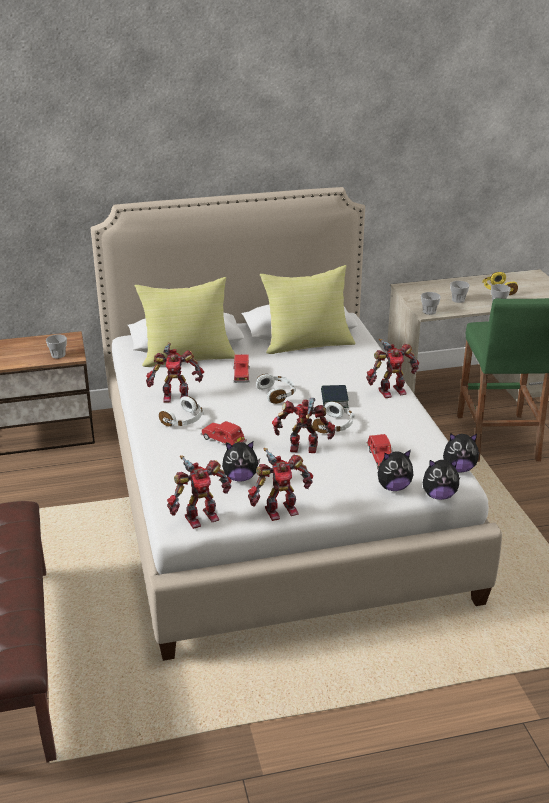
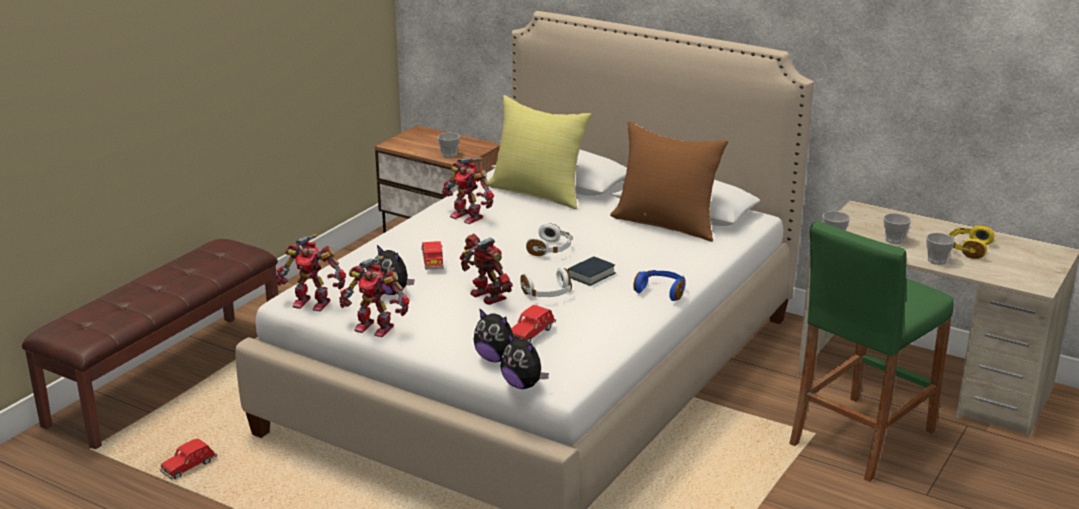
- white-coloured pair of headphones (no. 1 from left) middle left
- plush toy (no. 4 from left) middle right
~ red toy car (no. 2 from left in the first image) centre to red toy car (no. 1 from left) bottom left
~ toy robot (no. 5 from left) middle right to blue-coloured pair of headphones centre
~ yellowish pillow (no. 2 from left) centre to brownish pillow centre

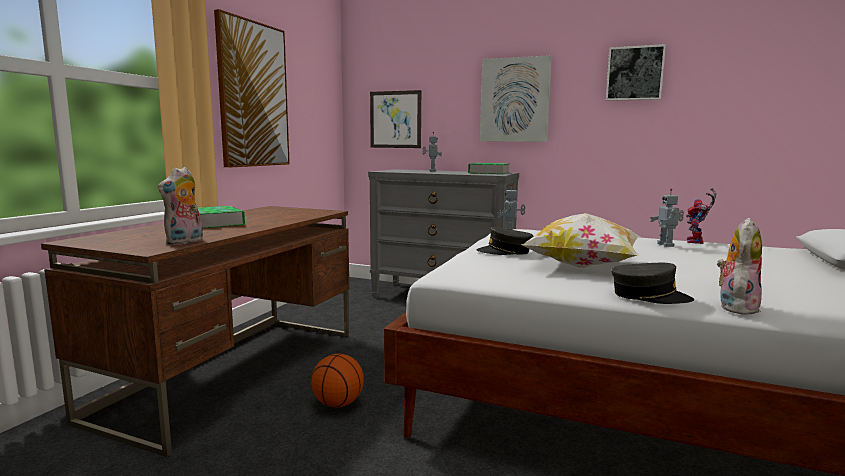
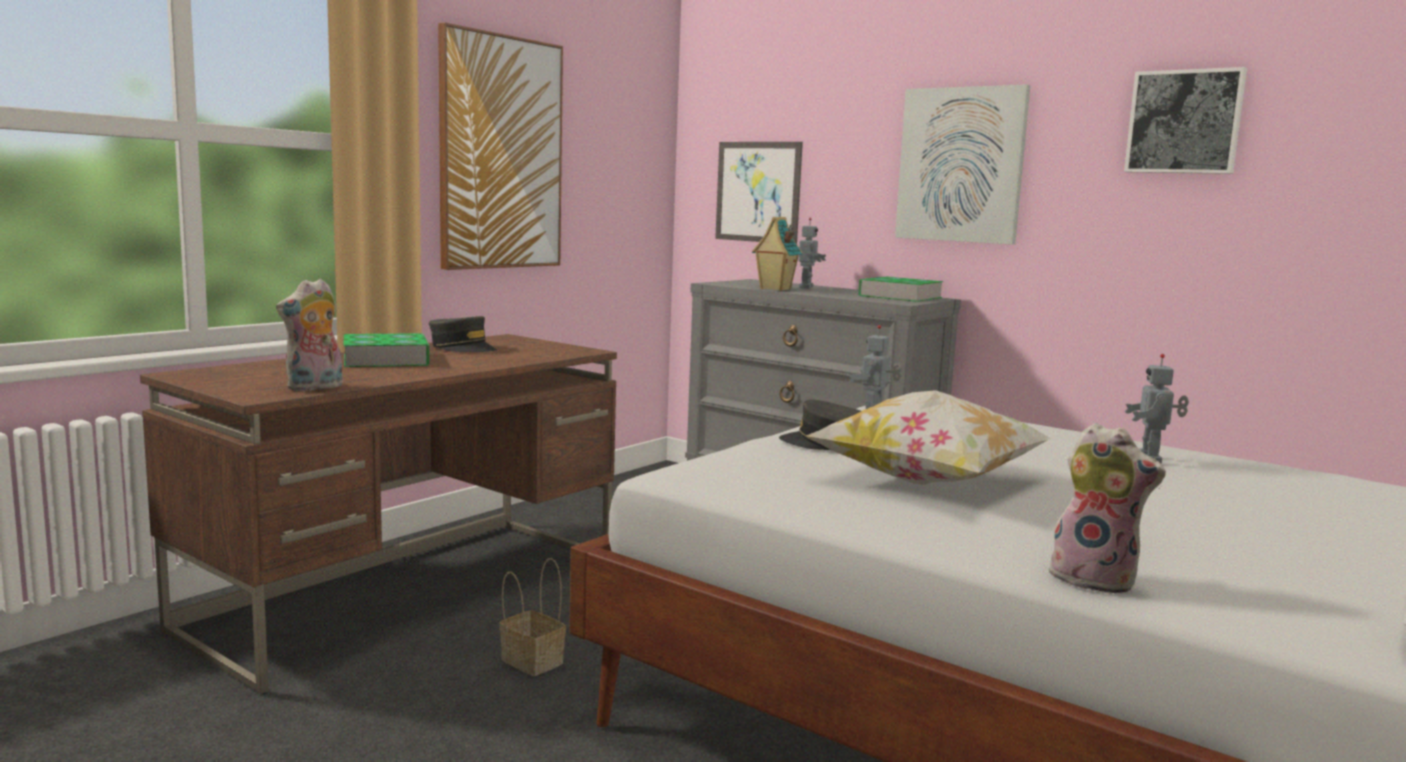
- toy robot (no. 4 from left) middle right
+ miniature house centre
~ grey cap (no. 2 from left in the first image) middle right to grey cap (no. 1 from left) middle left
~ basketball bottom centre to basket bottom centre
~ plush toy (no. 2 from left) middle right = bottom right 75 degrees clockwise

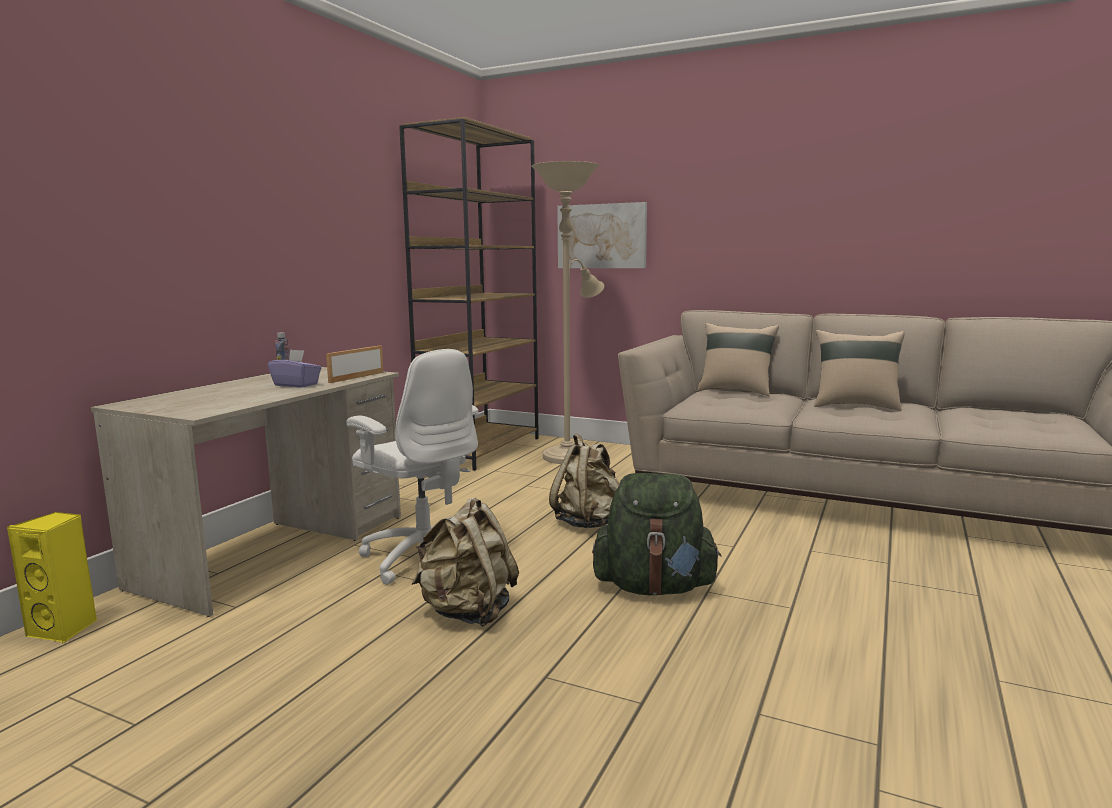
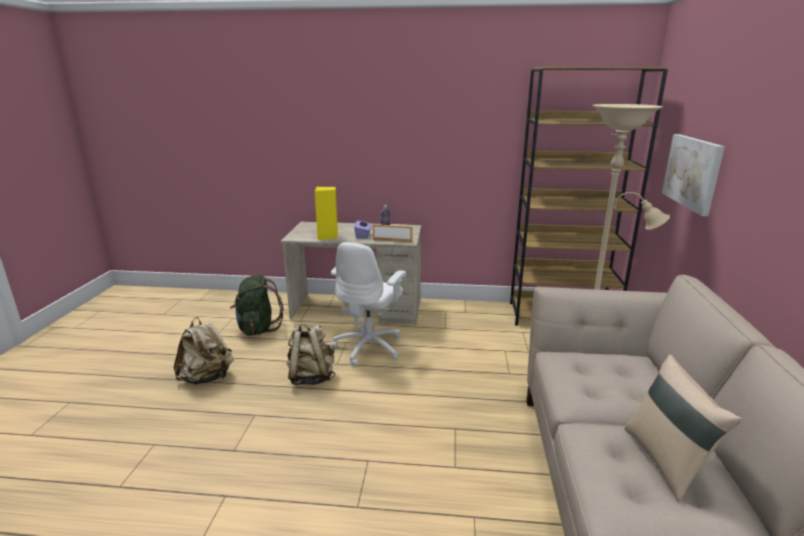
- sand-coloured pillow (no. 1 from left) centre
~ yellowish loudspeaker bottom left to centre
~ sand-coloured rucksack (no. 2 from left in the first image) centre to sand-coloured rucksack (no. 1 from left) middle left
~ green-coloured rucksack centre to middle left

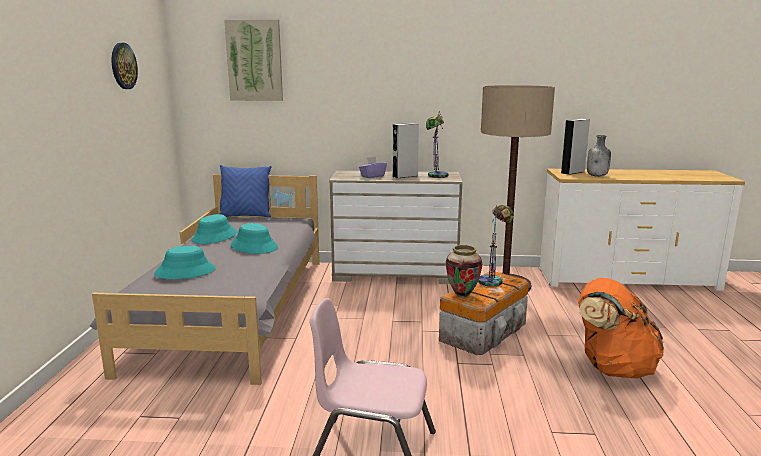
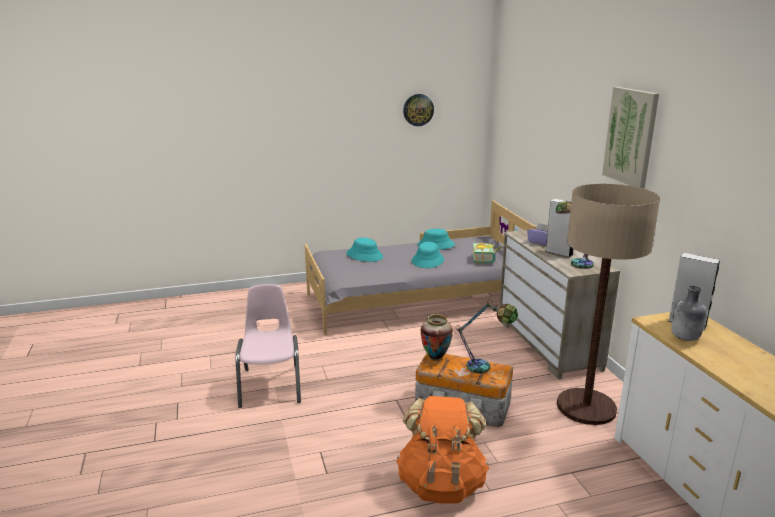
- blue-coloured pillow middle left
+ book centre
~ wall picture top left to top right

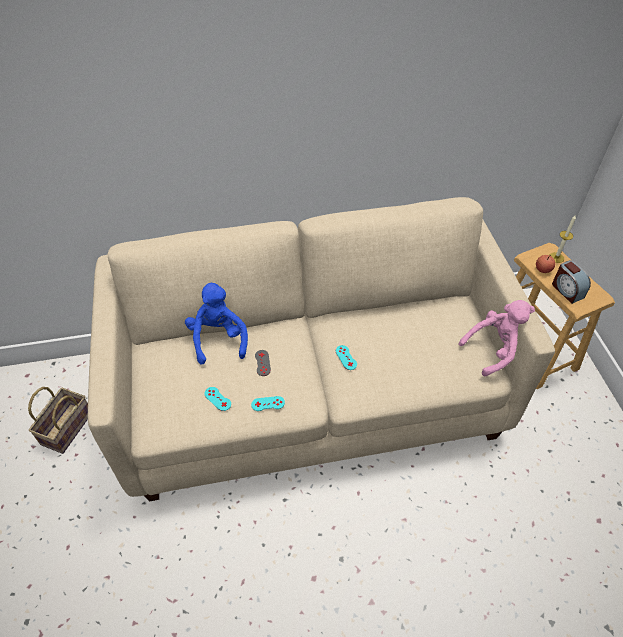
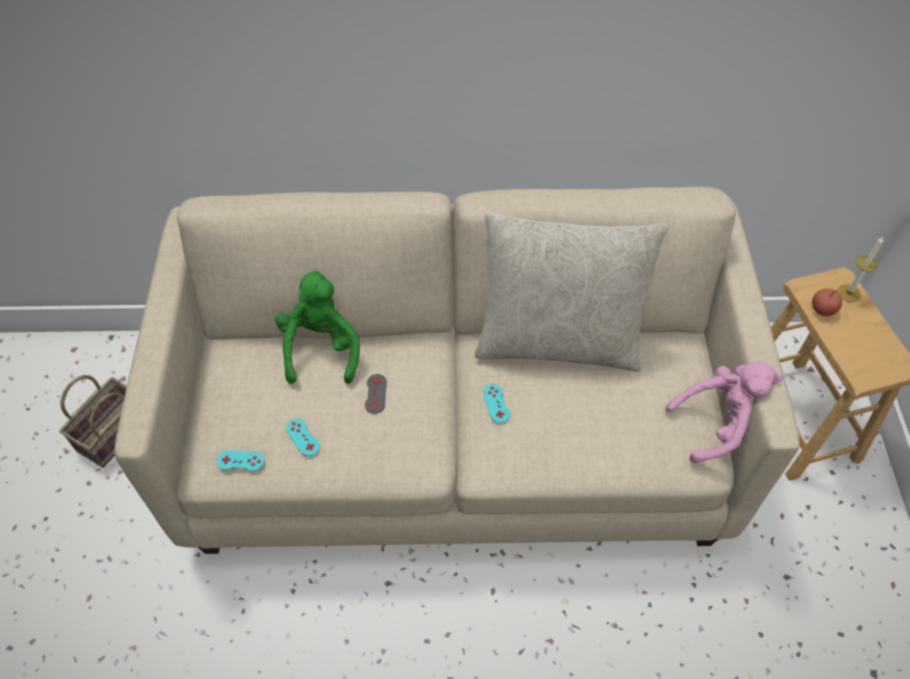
- alarm clock middle right
+ sand-coloured pillow centre
~ turquoise joypad (no. 2 from left in the first image) centre to turquoise joypad (no. 1 from left) bottom left
~ blue-coloured plush toy centre to green-coloured plush toy centre

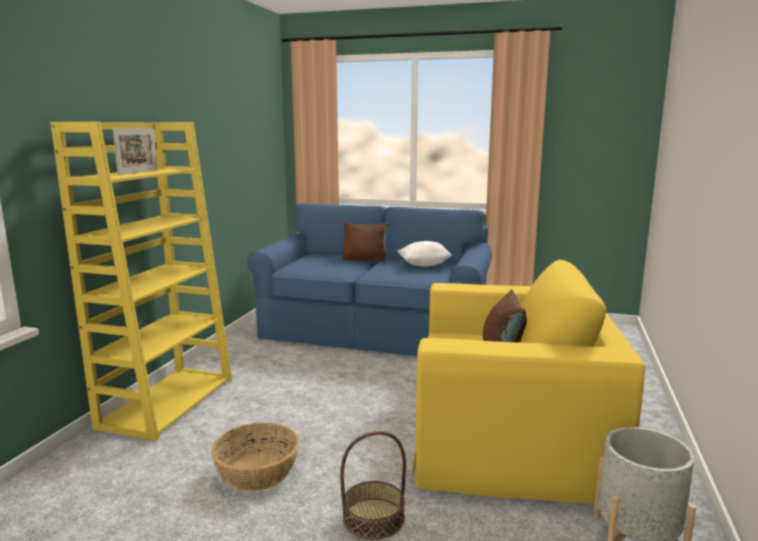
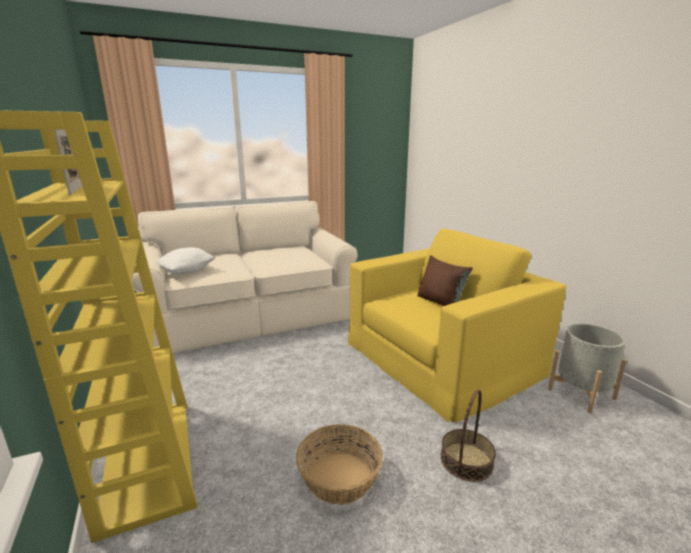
- brownish pillow (no. 1 from left) centre
~ white-coloured pillow centre to middle left
~ blue-coloured settee centre to sand-coloured settee centre

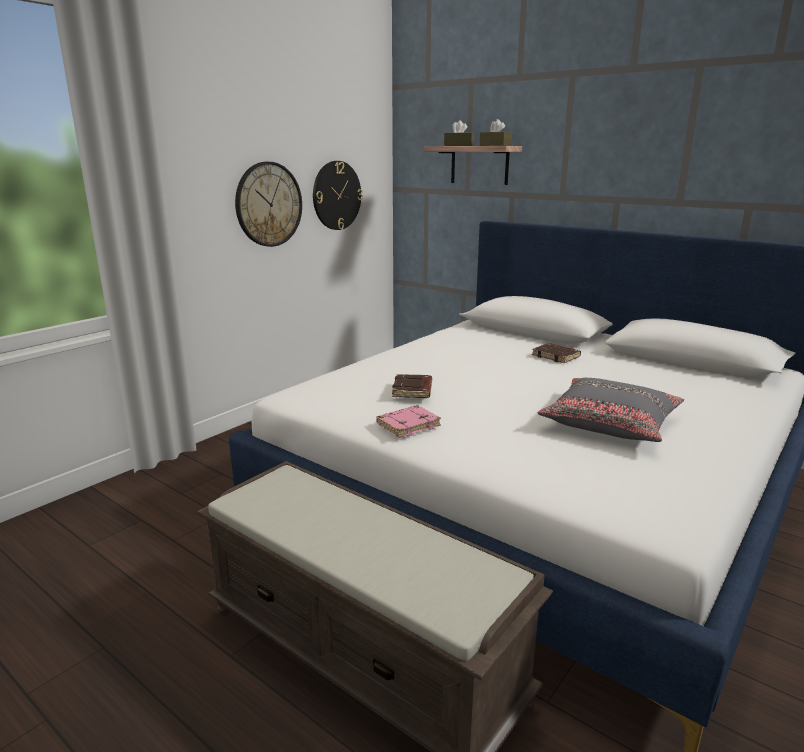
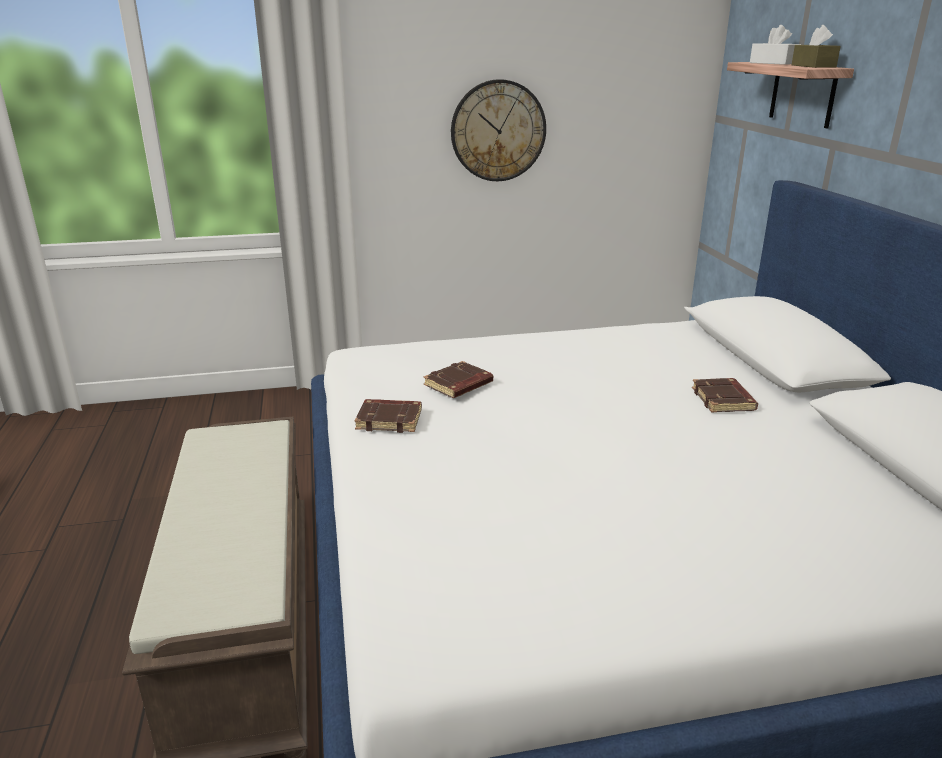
- wall clock (no. 2 from left) top centre
- grey pillow middle right
~ pinkish book centre to brownish book (no. 1 from left) centre
~ brownish box of tissues (no. 1 from left) top centre to white-coloured box of tissues top right

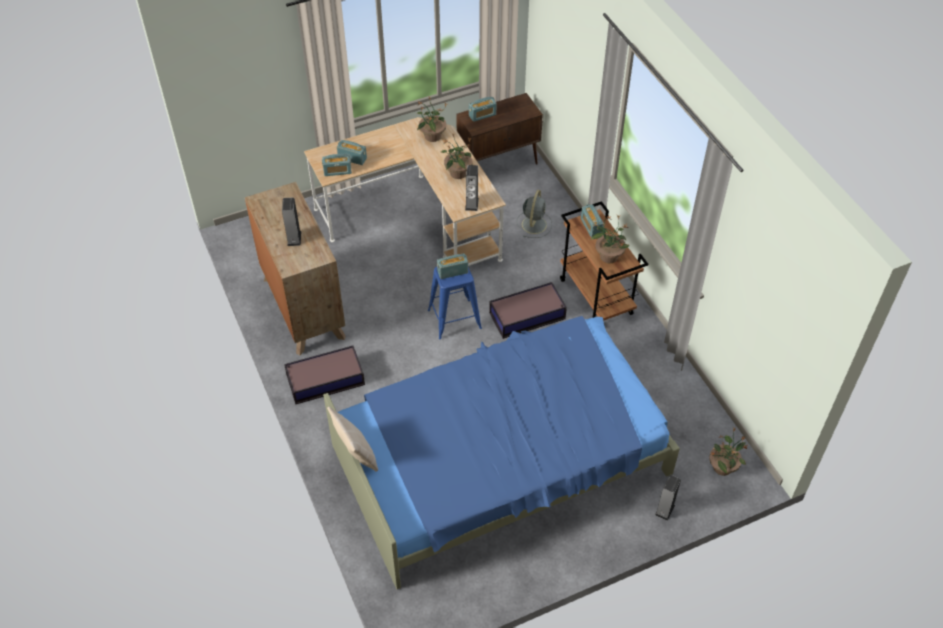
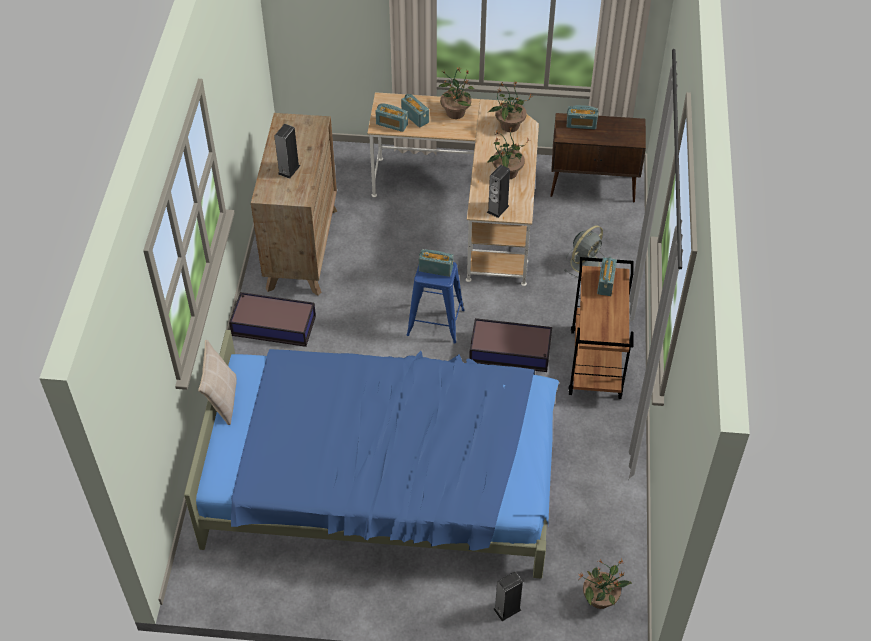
~ houseplant (no. 3 from left in the first image) centre to houseplant (no. 1 from left) top centre

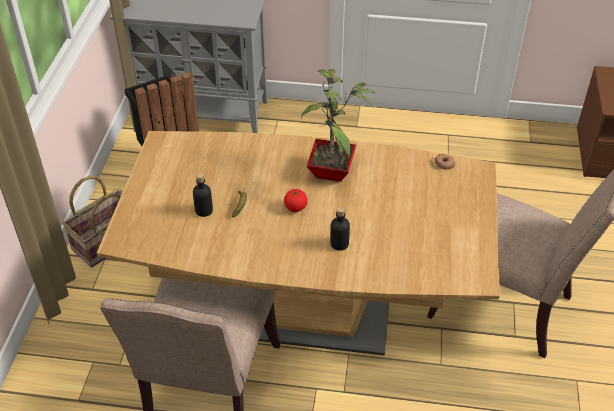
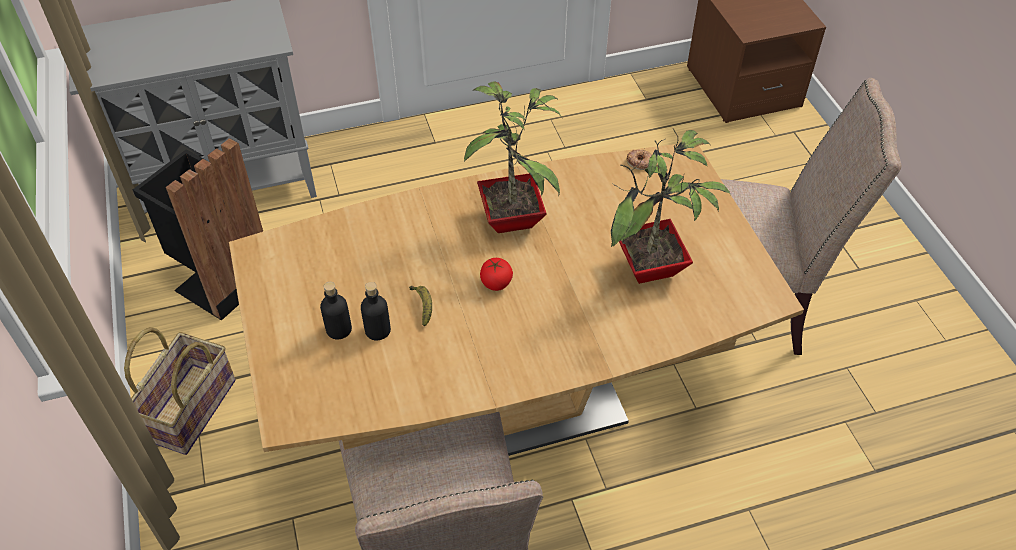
+ houseplant (no. 2 from left) centre
~ black-coloured bottle (no. 2 from left in the first image) centre to black-coloured bottle (no. 1 from left) middle left

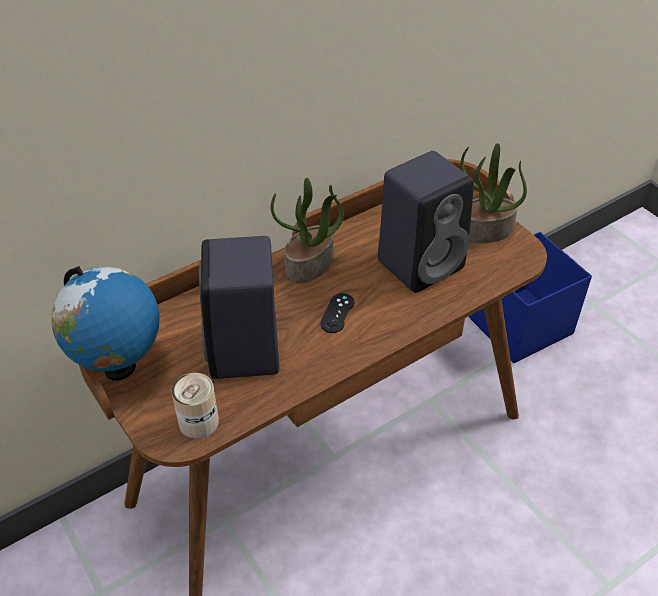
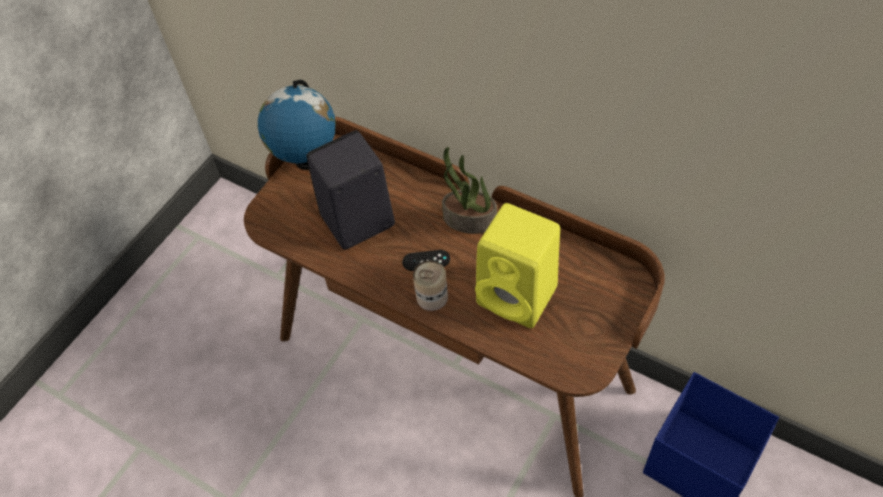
- houseplant (no. 2 from left) top right
~ can bottom left to centre
~ black-coloured loudspeaker (no. 2 from left) centre to yellowish loudspeaker centre

